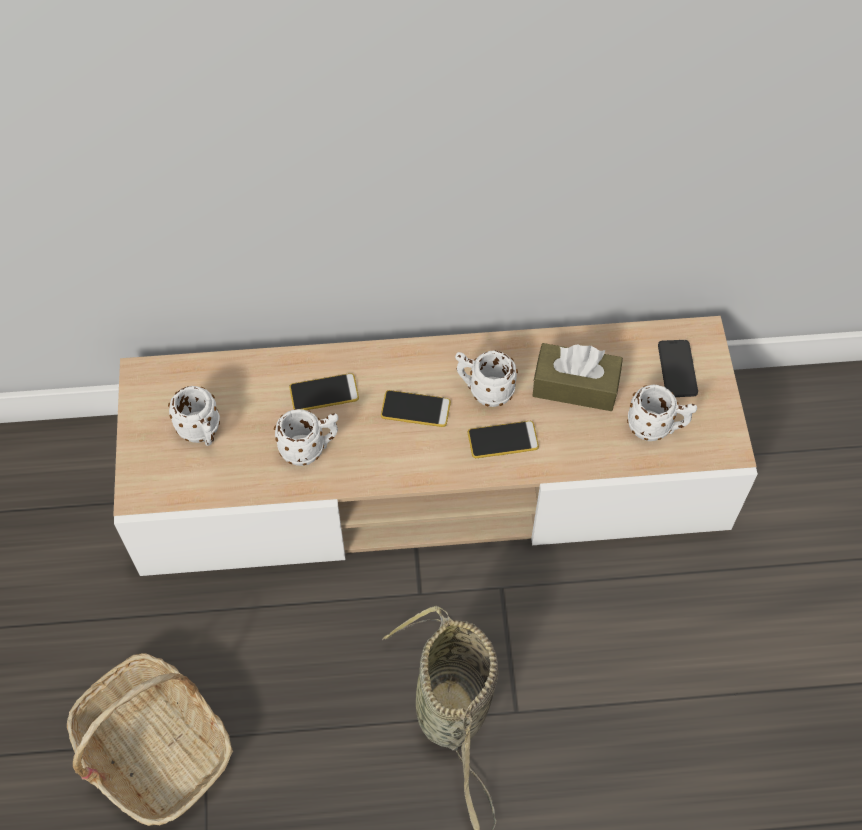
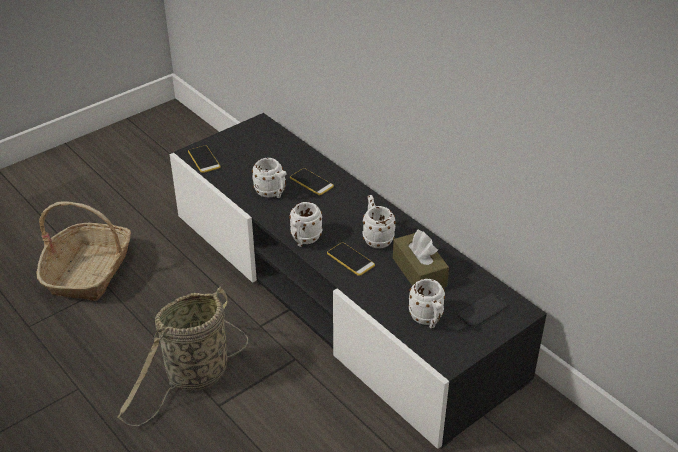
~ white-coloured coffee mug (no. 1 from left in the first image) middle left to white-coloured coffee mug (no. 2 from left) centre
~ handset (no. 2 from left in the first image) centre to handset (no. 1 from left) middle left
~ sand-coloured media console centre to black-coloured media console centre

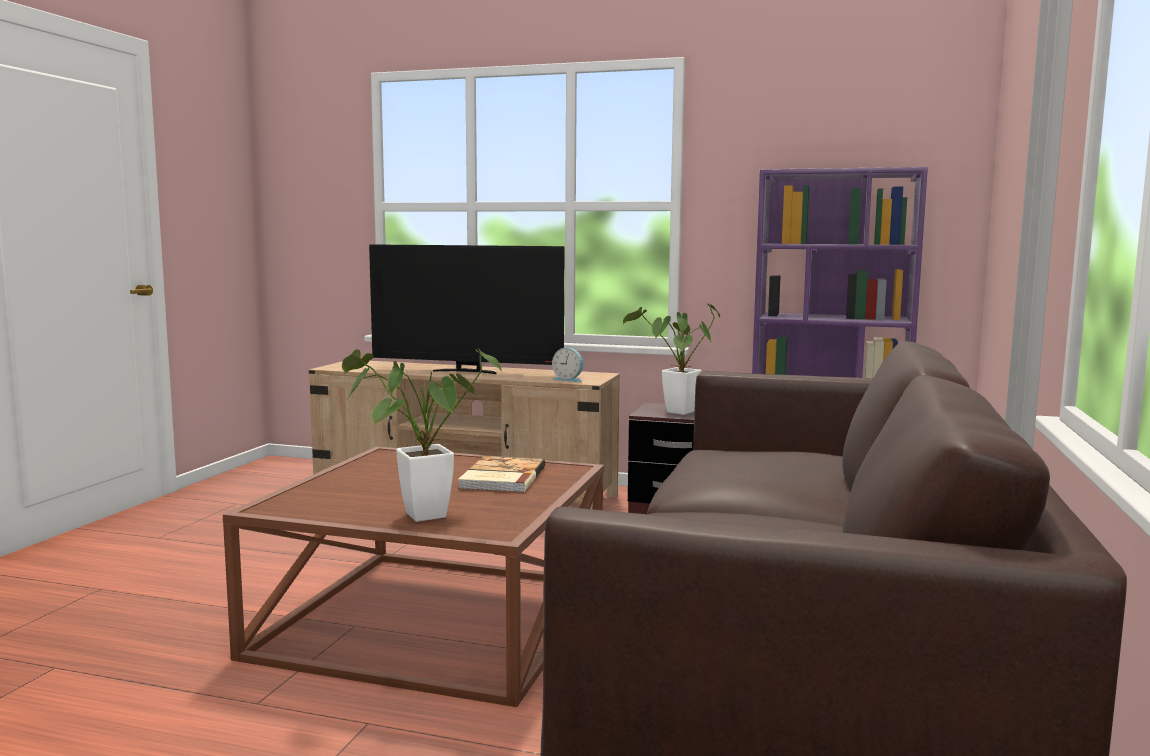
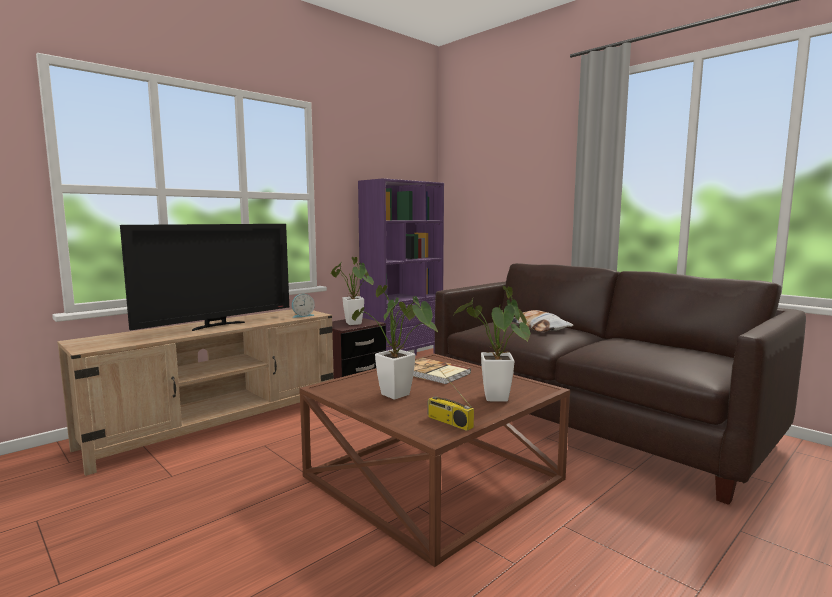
+ houseplant (no. 2 from left) centre
+ radio receiver bottom centre
+ pillow centre

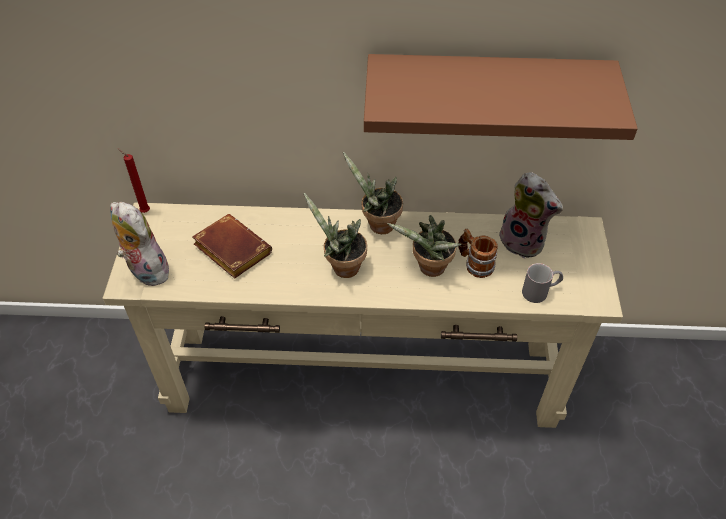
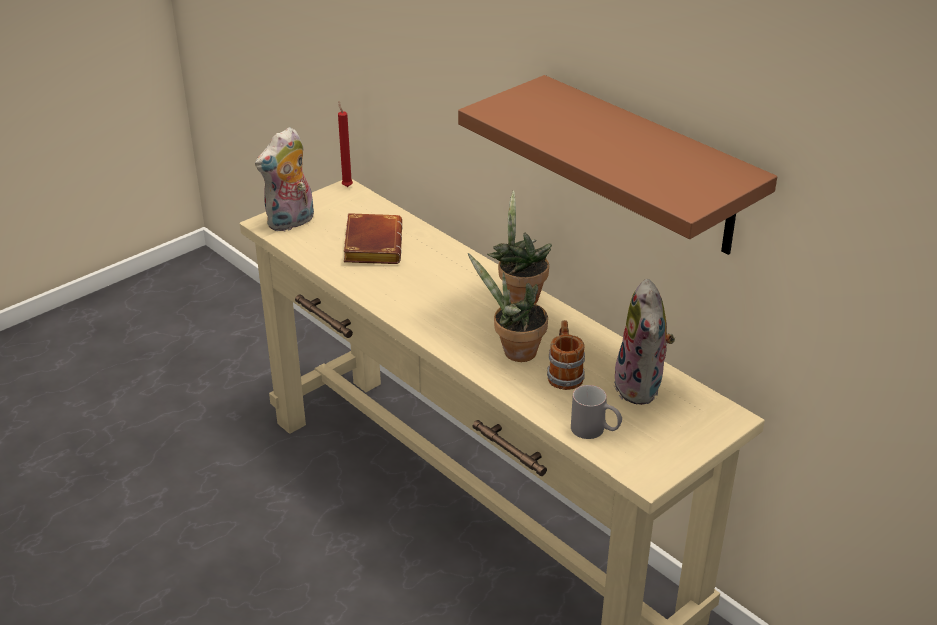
- houseplant (no. 1 from left) centre
~ plush toy (no. 1 from left) middle left = top left 135 degrees counterclockwise

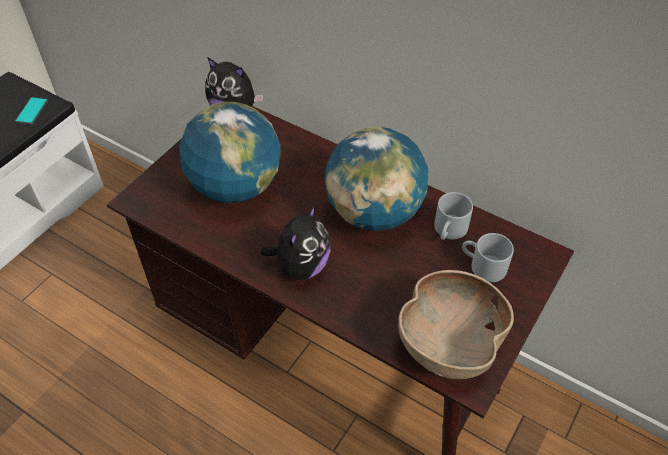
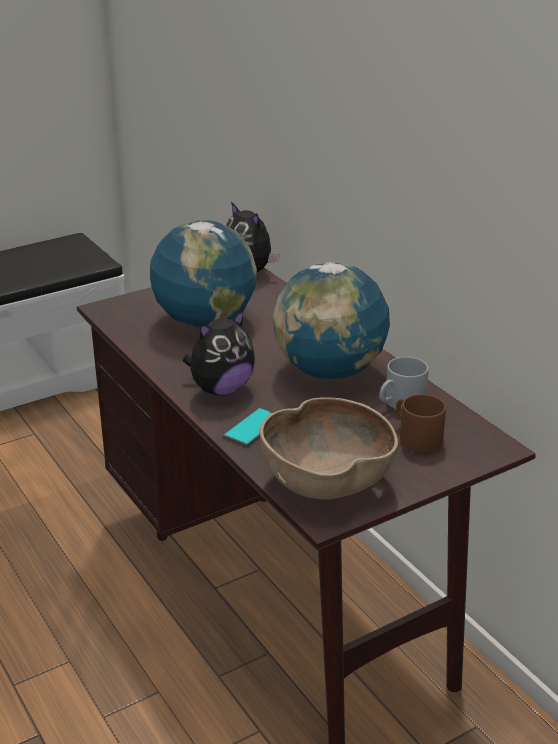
~ handset top left to centre
~ grey coffee mug (no. 2 from left) middle right to brownish coffee mug middle right

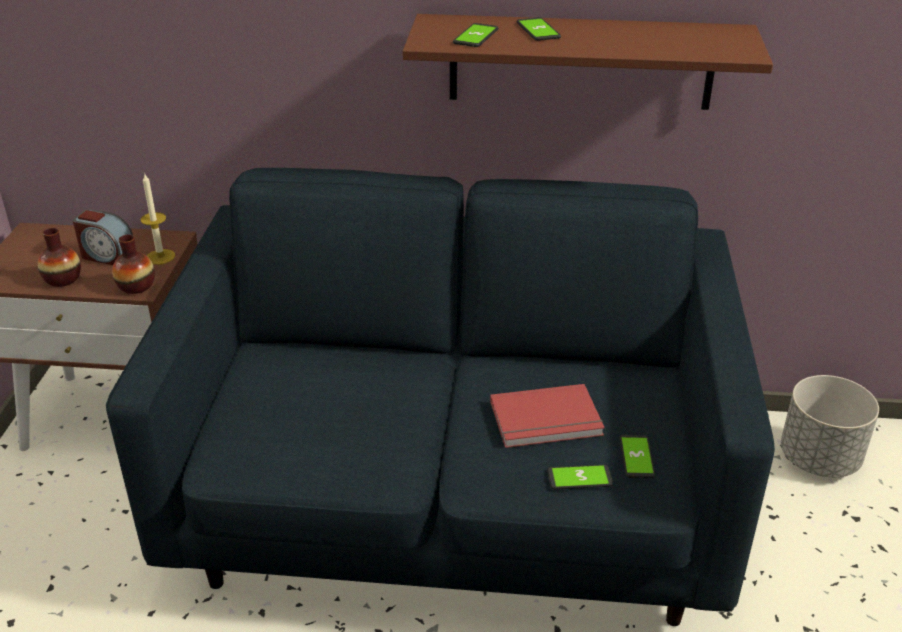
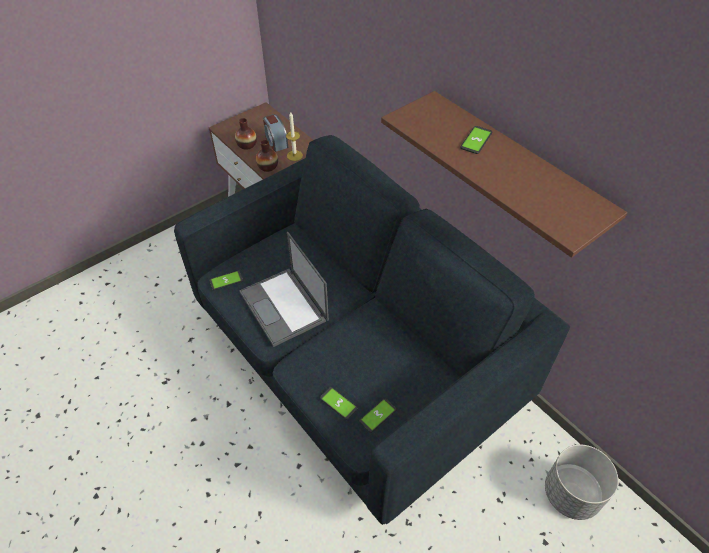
- red book centre
+ portable computer centre
~ handset (no. 1 from left) top centre to middle left

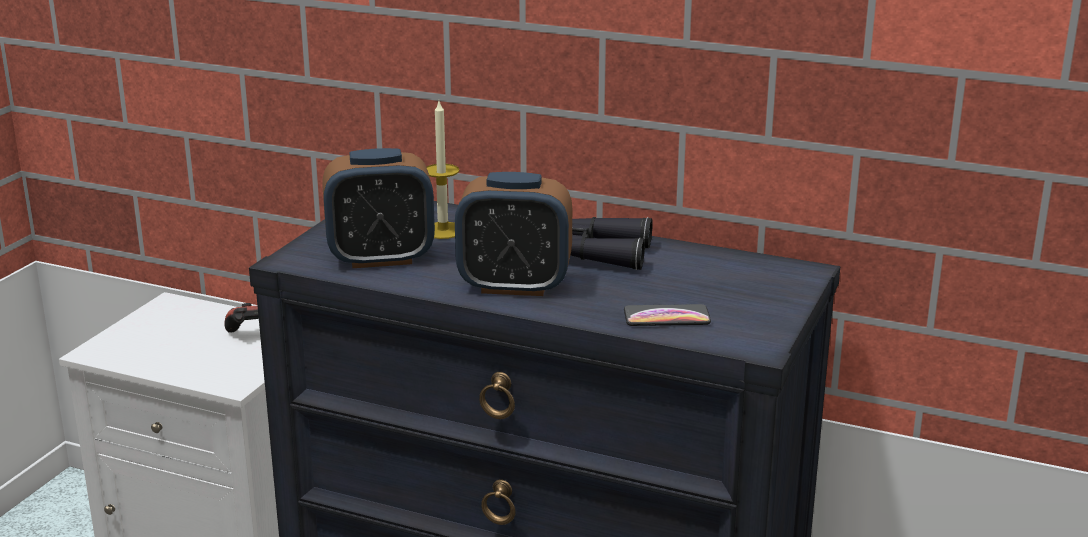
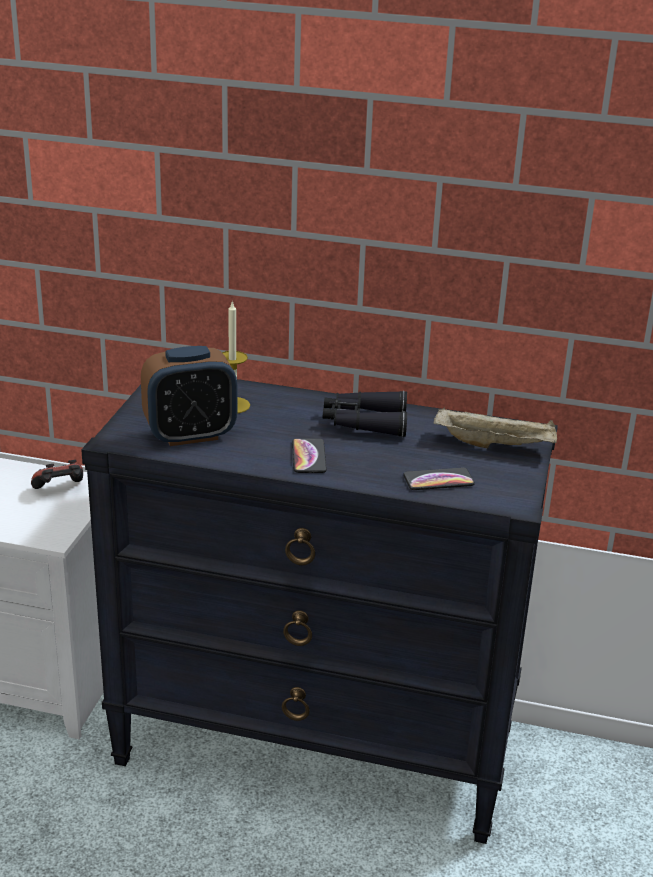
+ sand-coloured serving tray middle right
~ alarm clock (no. 2 from left) centre to handset (no. 1 from left) centre

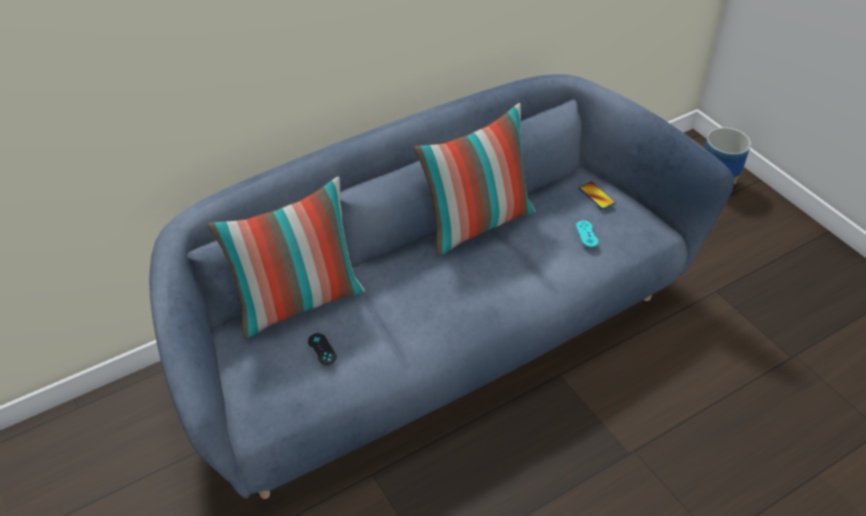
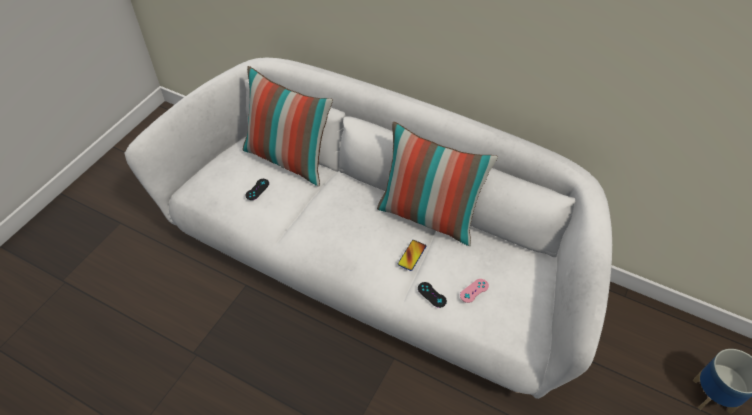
+ black-coloured joypad (no. 2 from left) bottom centre
~ handset middle right to centre
~ blue-coloured settee centre to white-coloured settee centre
~ turquoise joypad middle right to pinkish joypad bottom centre

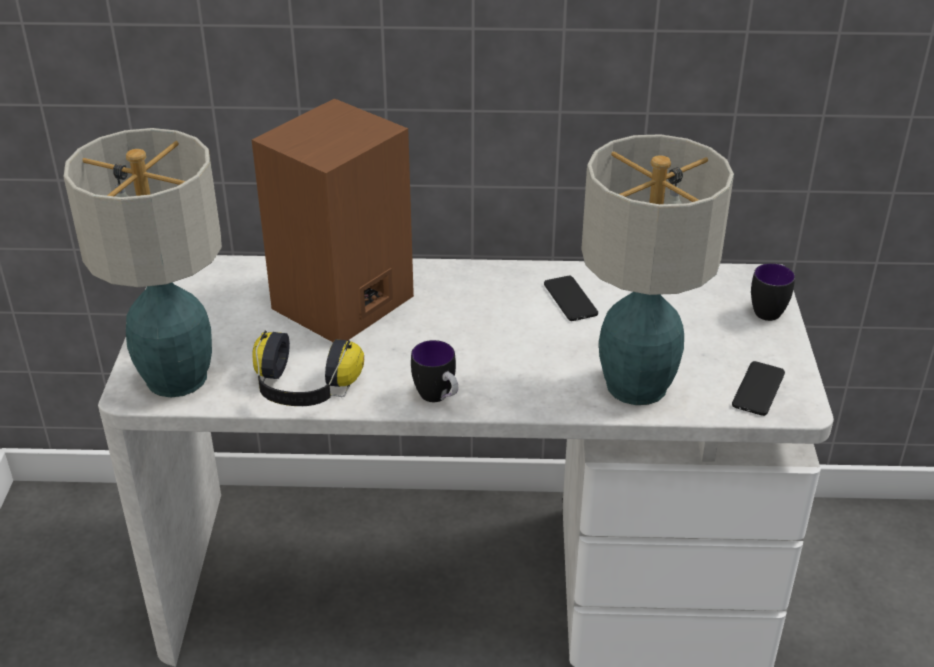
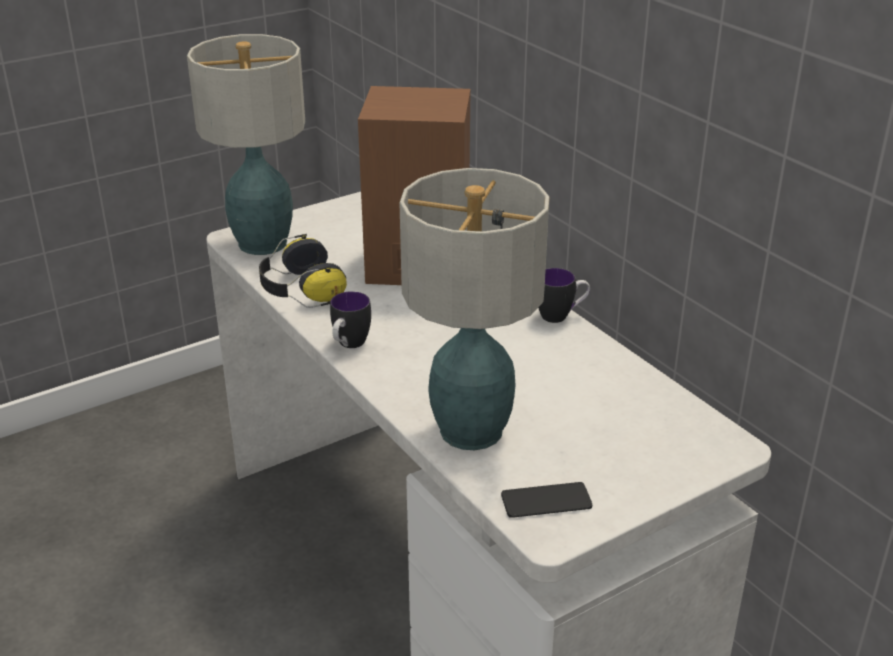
- handset (no. 1 from left) centre
~ coffee mug (no. 2 from left) middle right to centre

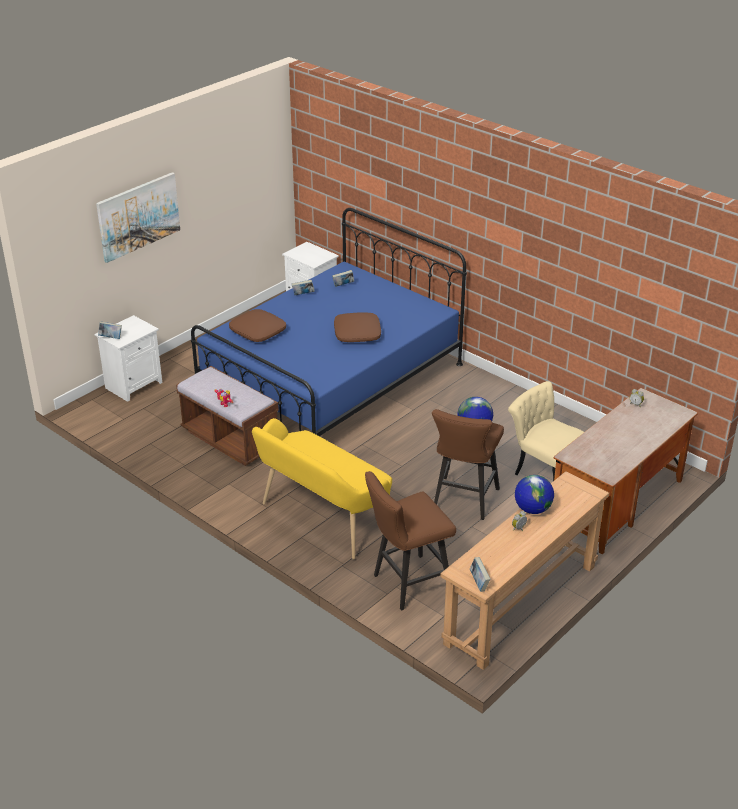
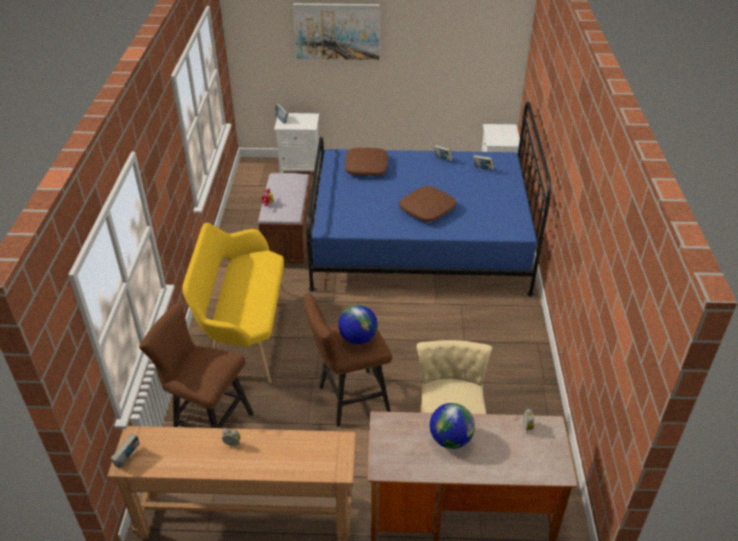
~ desk globe (no. 2 from left) middle right to bottom centre

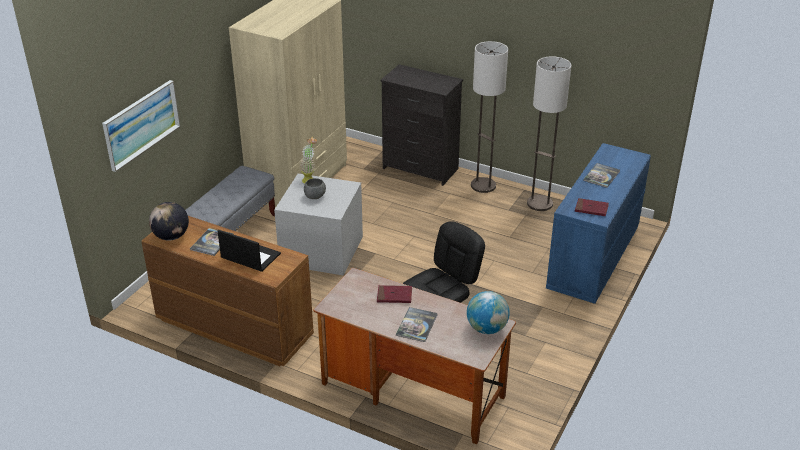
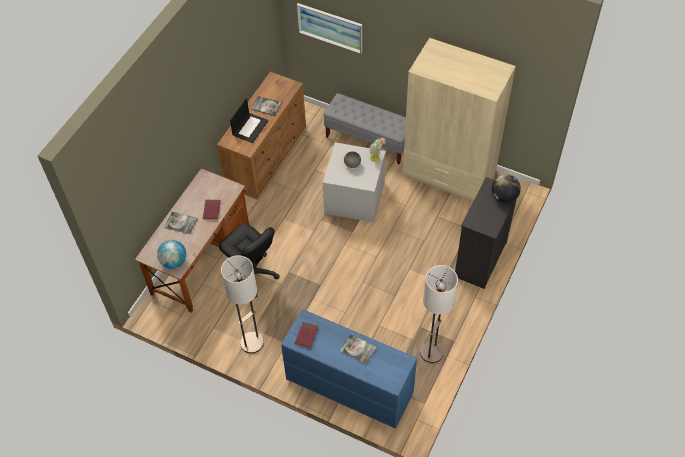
~ desk globe (no. 1 from left in the first image) middle left to desk globe (no. 2 from left) middle right
~ standard lamp (no. 1 from left) top centre to centre

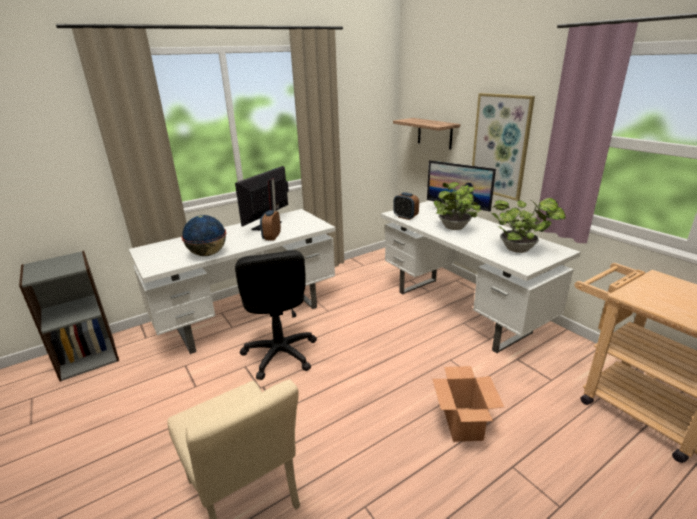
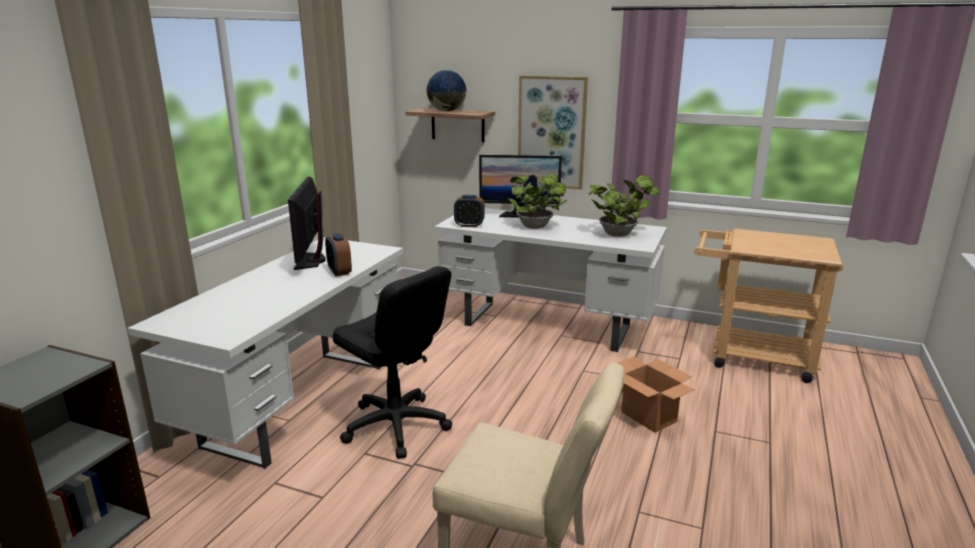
~ desk globe middle left to top centre

